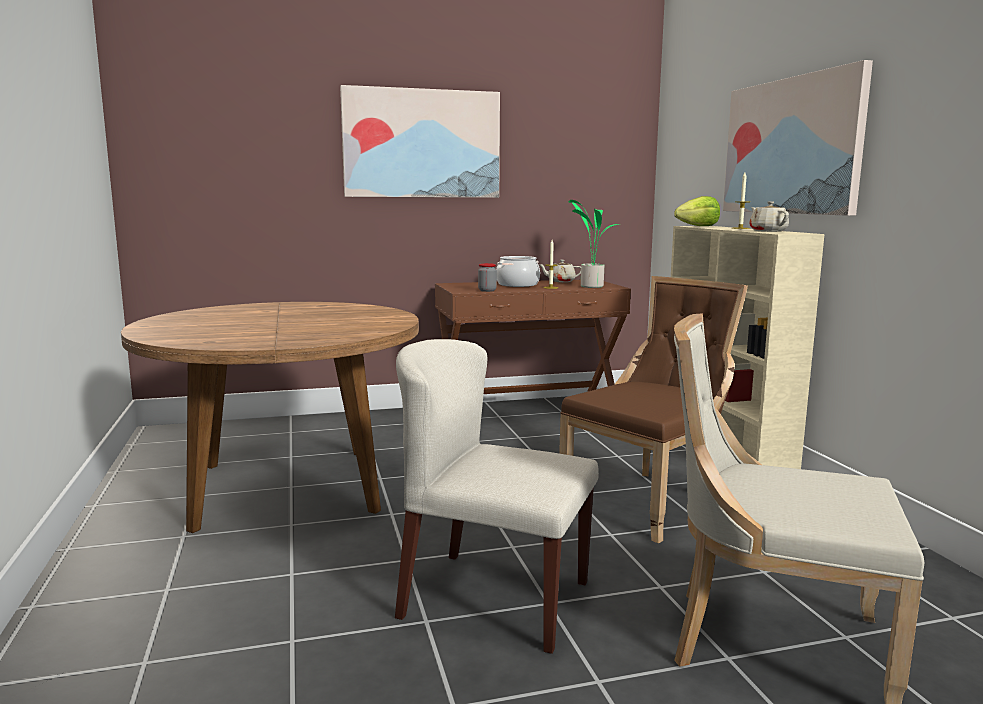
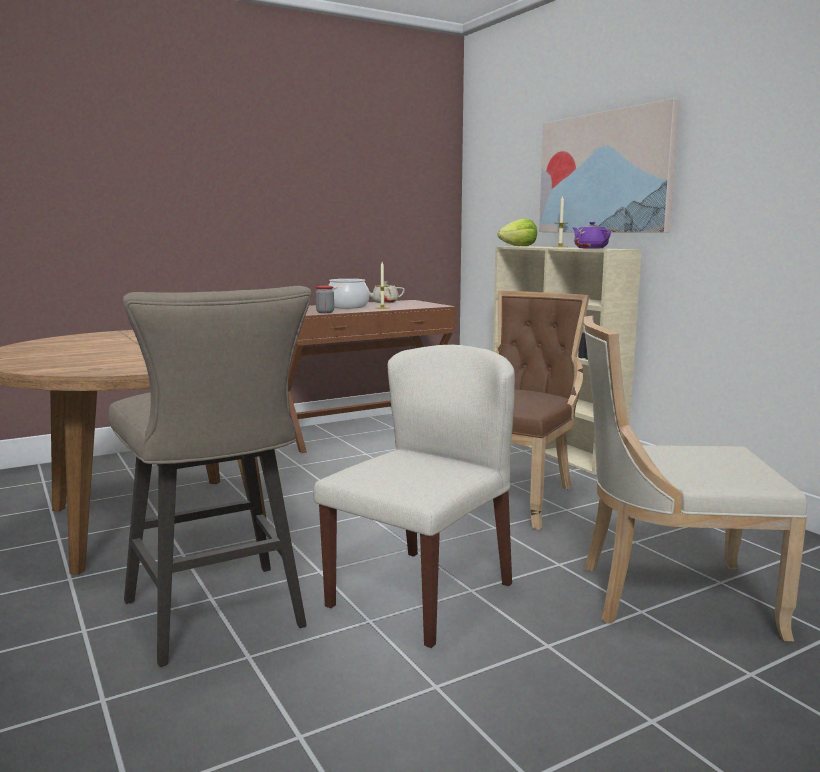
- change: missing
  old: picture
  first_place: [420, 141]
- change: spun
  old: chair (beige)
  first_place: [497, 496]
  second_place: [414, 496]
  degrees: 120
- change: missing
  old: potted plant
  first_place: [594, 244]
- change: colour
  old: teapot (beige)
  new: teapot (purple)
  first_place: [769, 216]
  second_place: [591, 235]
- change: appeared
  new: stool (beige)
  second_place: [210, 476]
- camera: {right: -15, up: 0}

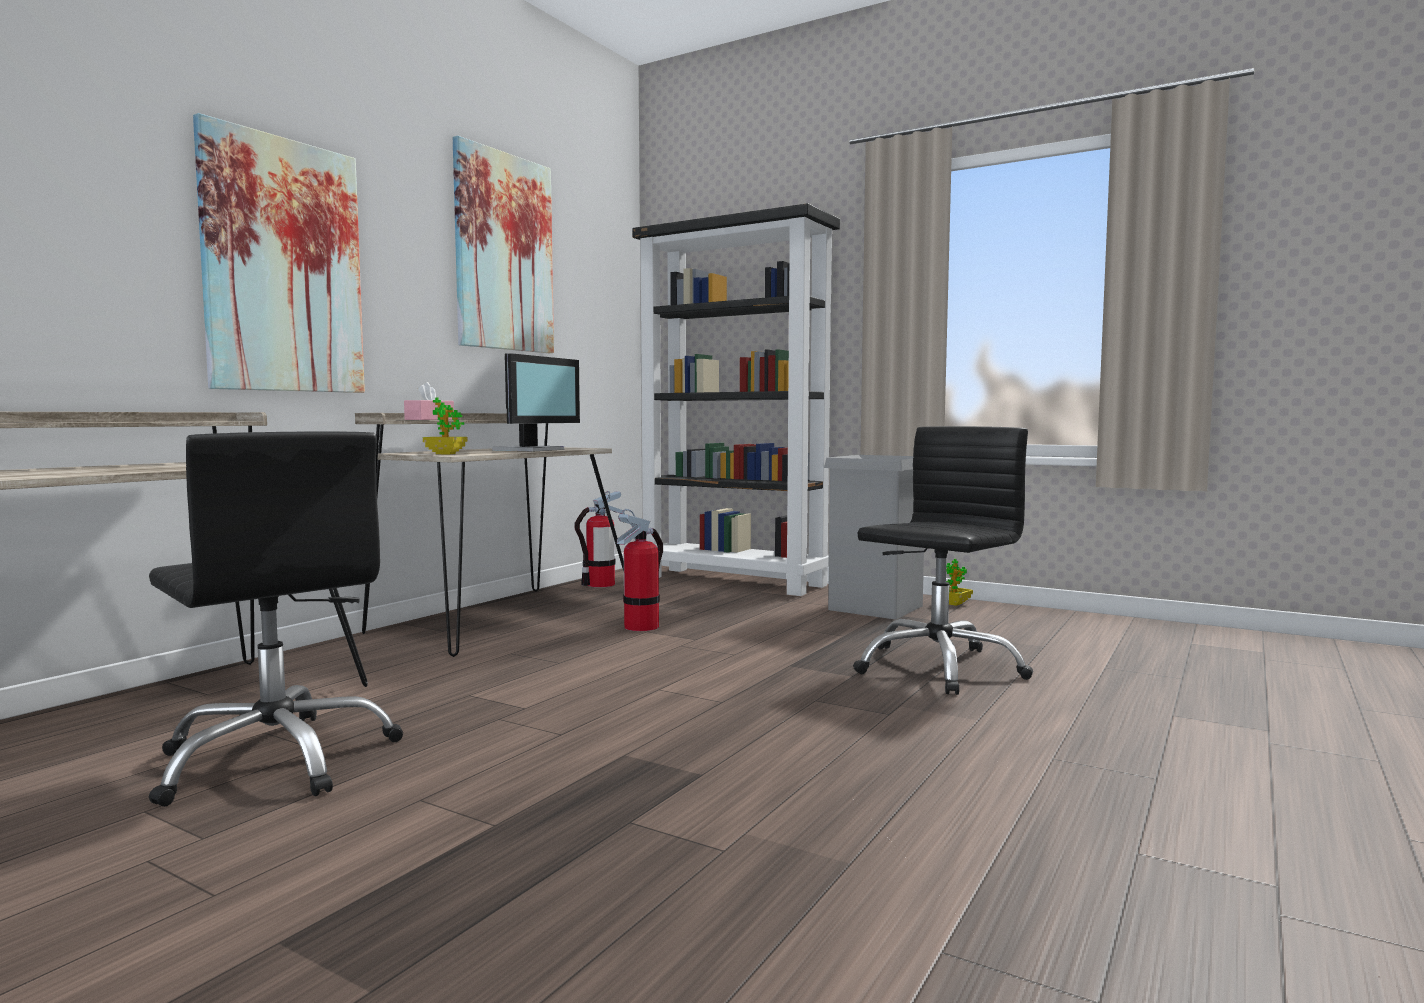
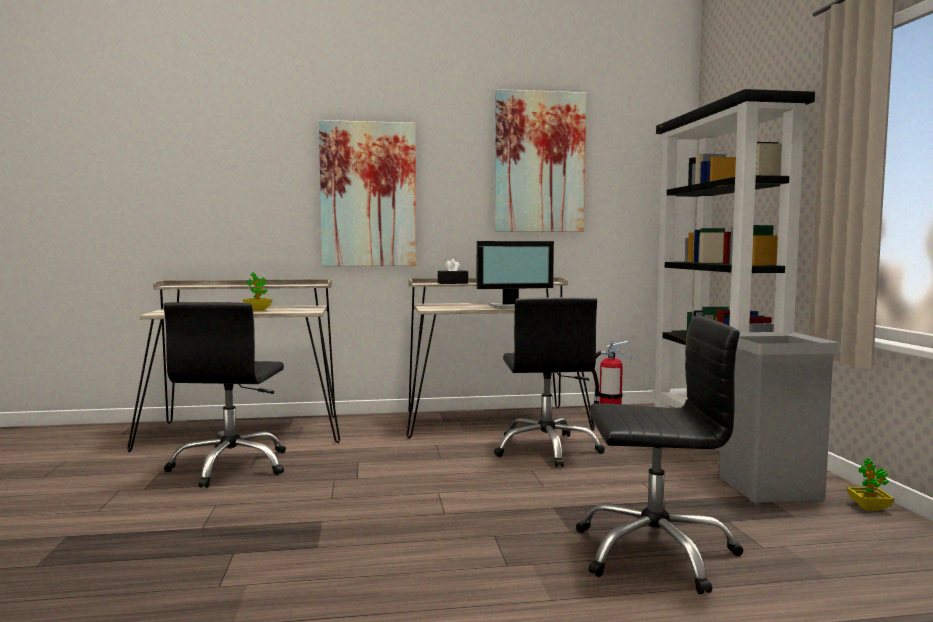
- change: colour
  old: tissue box (pink)
  new: tissue box (black)
  first_place: [429, 401]
  second_place: [453, 271]
- change: relocated
  old: potted plant
  first_place: [445, 425]
  second_place: [257, 291]
- change: exchanged
  old: fire extinguisher
  new: office chair (black)
  first_place: [640, 570]
  second_place: [549, 382]
- camera: {right: 50, up: 0}

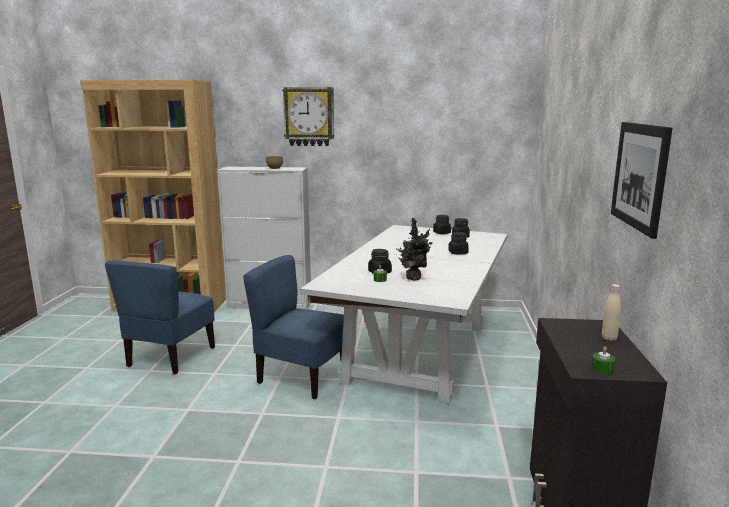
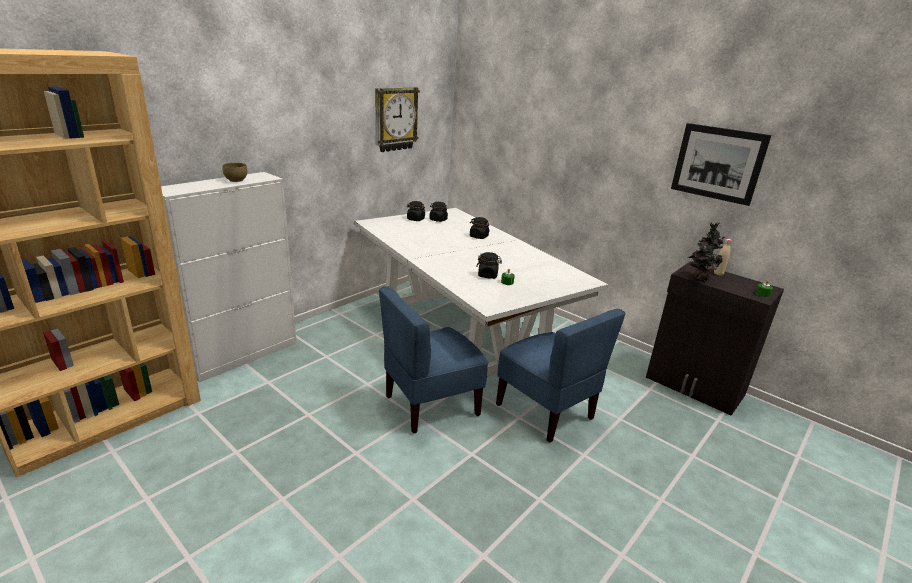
- change: relocated
  old: chair (blue)
  first_place: [160, 317]
  second_place: [560, 376]
- change: relocated
  old: wall clock
  first_place: [308, 116]
  second_place: [397, 119]
- change: relocated
  old: potted plant
  first_place: [414, 249]
  second_place: [706, 251]
- camera: {right: -55, up: 10}

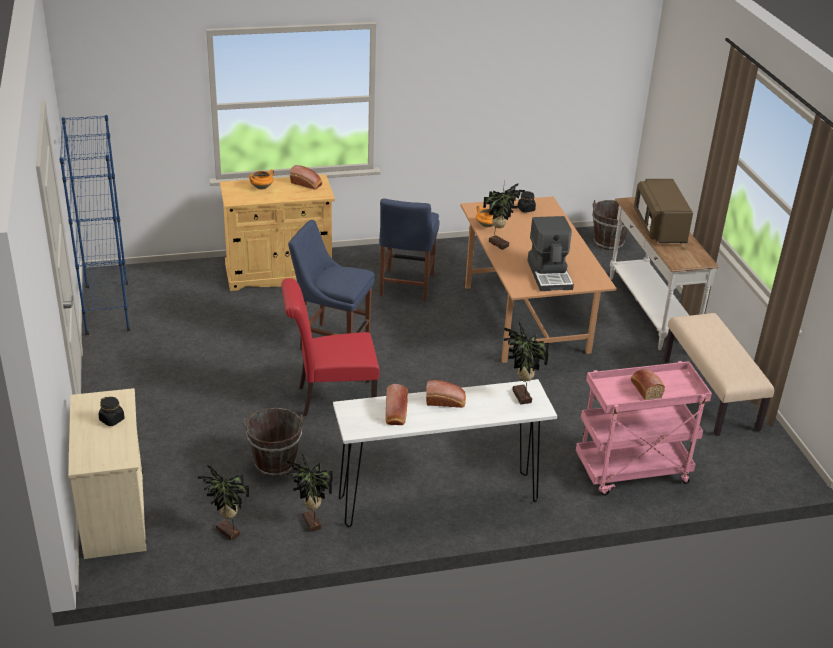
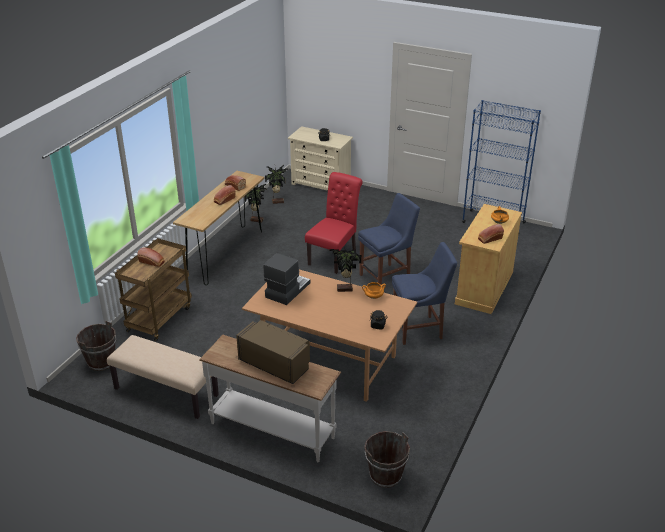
- change: relocated
  old: bucket (brown)
  first_place: [274, 442]
  second_place: [96, 346]
- change: colour
  old: console table (white)
  new: console table (brown)
  first_place: [445, 453]
  second_place: [218, 228]
- change: spun
  old: chair (blue)
  first_place: [409, 249]
  second_place: [424, 293]
  degrees: 120
- change: missing
  old: potted plant
  first_place: [526, 363]
- change: spun
  old: coffee machine
  first_place: [551, 253]
  second_place: [286, 279]
  degrees: 90
- change: colour
  old: cart (pink)
  new: cart (brown)
  first_place: [644, 428]
  second_place: [153, 289]
- camera: {right: 130, up: 0}

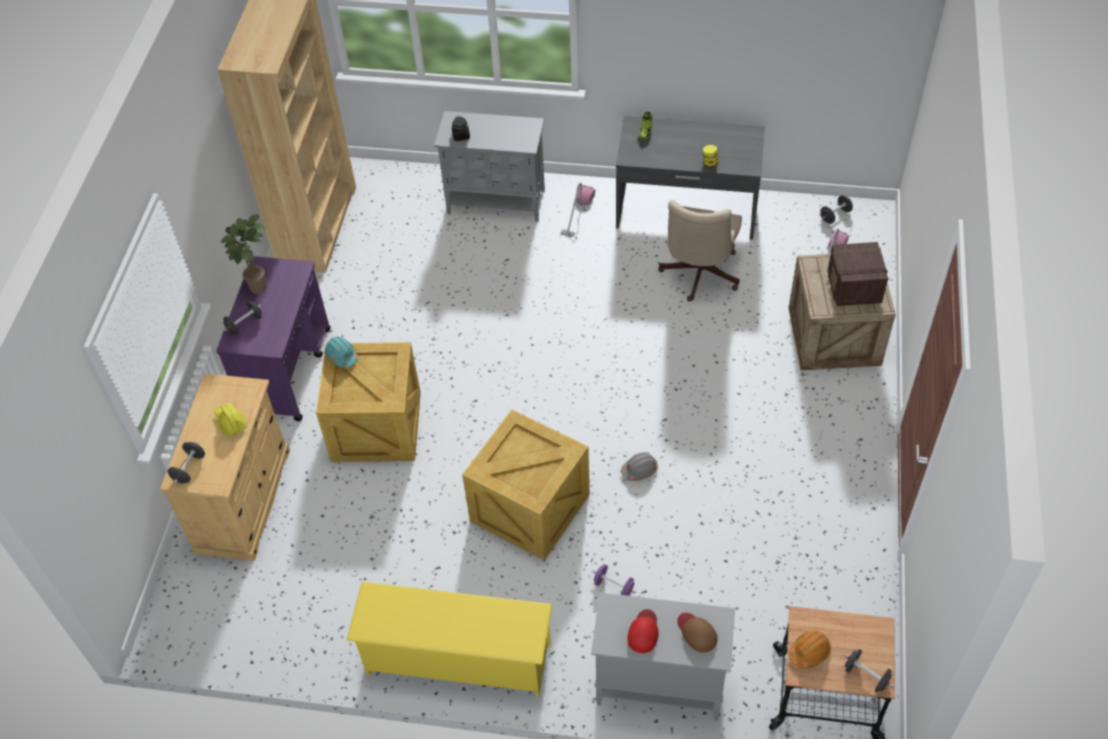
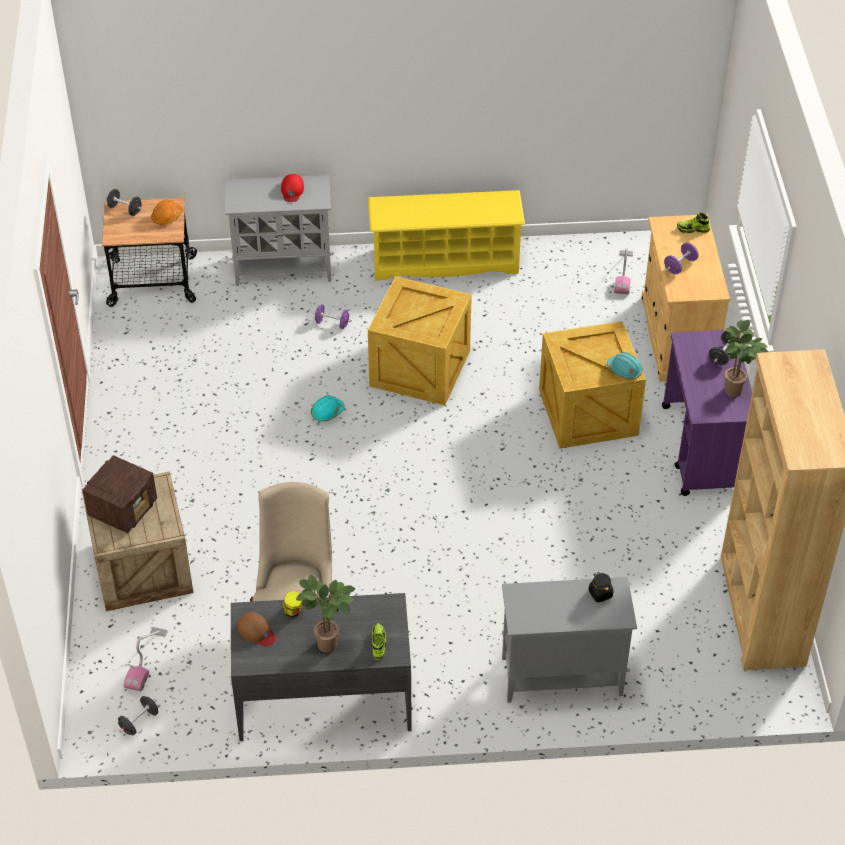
- change: exchanged
  old: dumbbell (black)
  new: shoe
  first_place: [186, 463]
  second_place: [693, 222]
- change: exchanged
  old: hard hat (yellow)
  new: dumbbell (purple)
  first_place: [230, 419]
  second_place: [681, 258]
- change: relocated
  old: vacuum cleaner
  first_place: [578, 209]
  second_place: [623, 271]
- change: colour
  old: hard hat (grey)
  new: hard hat (turquoise)
  first_place: [639, 466]
  second_place: [328, 408]
- change: relocated
  old: cap (brown)
  first_place: [697, 633]
  second_place: [256, 629]
- change: spun
  old: radio
  first_place: [858, 274]
  second_place: [119, 494]
  degrees: 45
- change: appeared
  new: potted plant
  second_place: [325, 614]
- camera: {right: 165, up: -5}

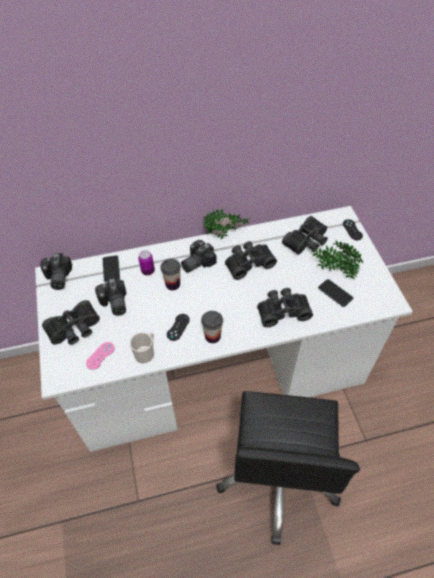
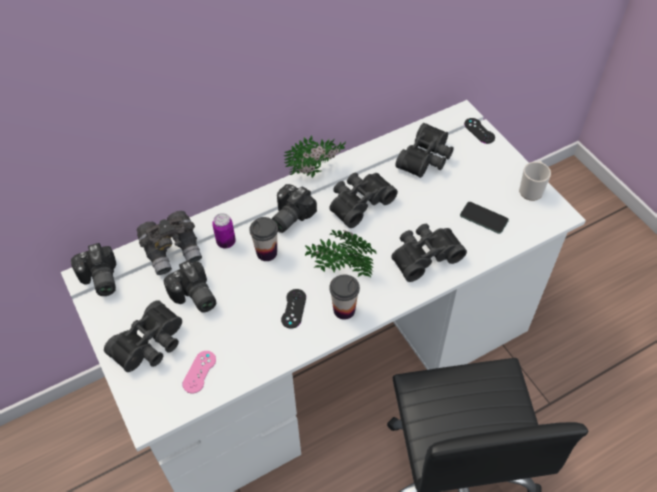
- change: exchanged
  old: phone
  new: binoculars (grey)
  first_place: [111, 268]
  second_place: [169, 243]
- change: relocated
  old: mug
  first_place: [142, 347]
  second_place: [535, 181]
- change: relocated
  old: potted plant
  first_place: [337, 260]
  second_place: [340, 253]
- camera: {right: -15, up: 0}

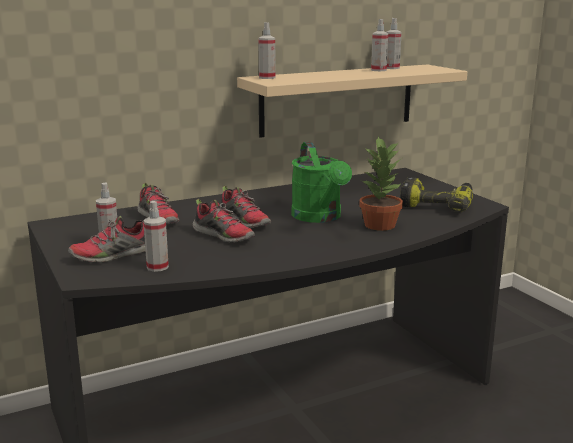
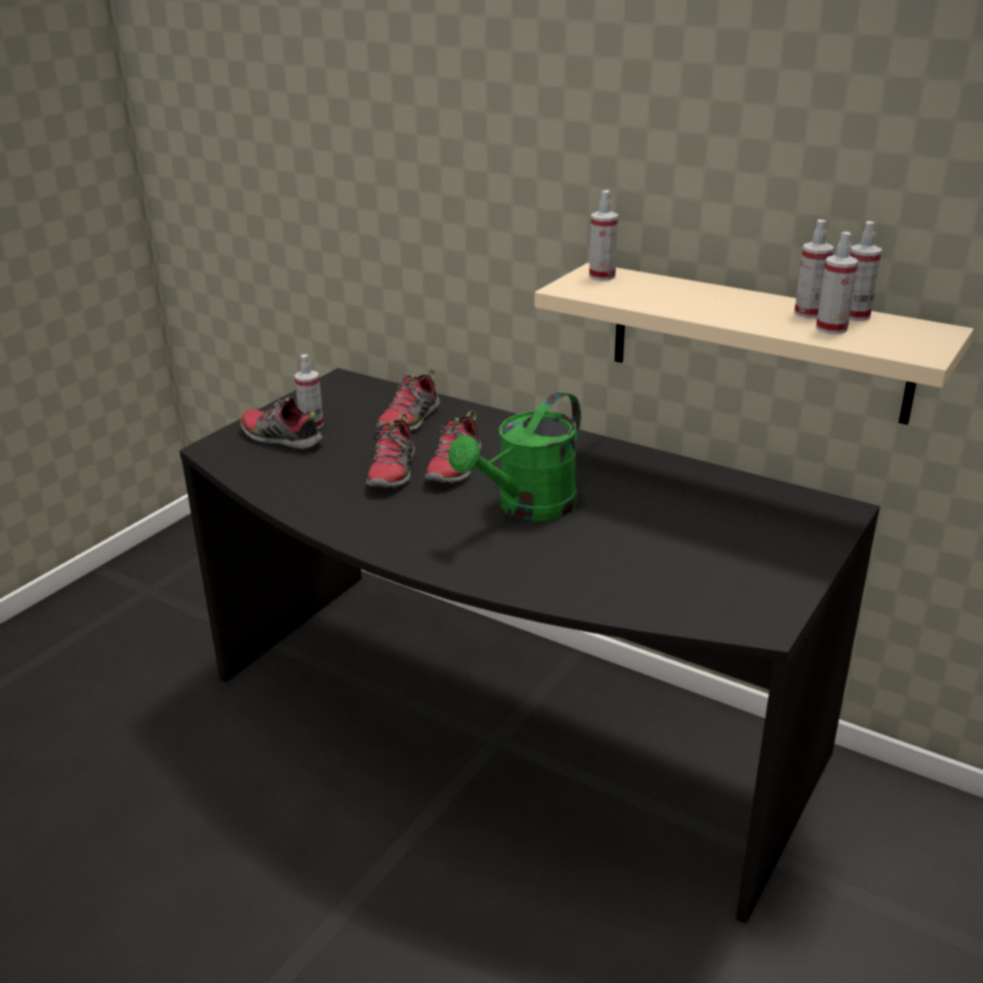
- change: relocated
  old: spray bottle
  first_place: [156, 236]
  second_place: [837, 283]
- change: missing
  old: potted plant
  first_place: [381, 183]
- change: missing
  old: power drill
  first_place: [436, 194]
- camera: {right: 60, up: 10}

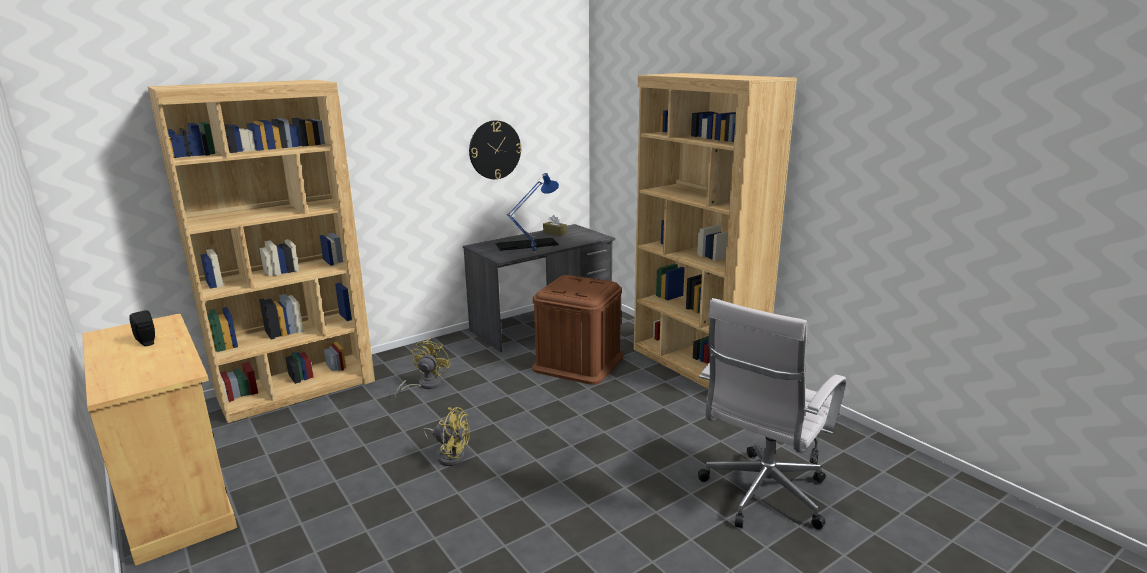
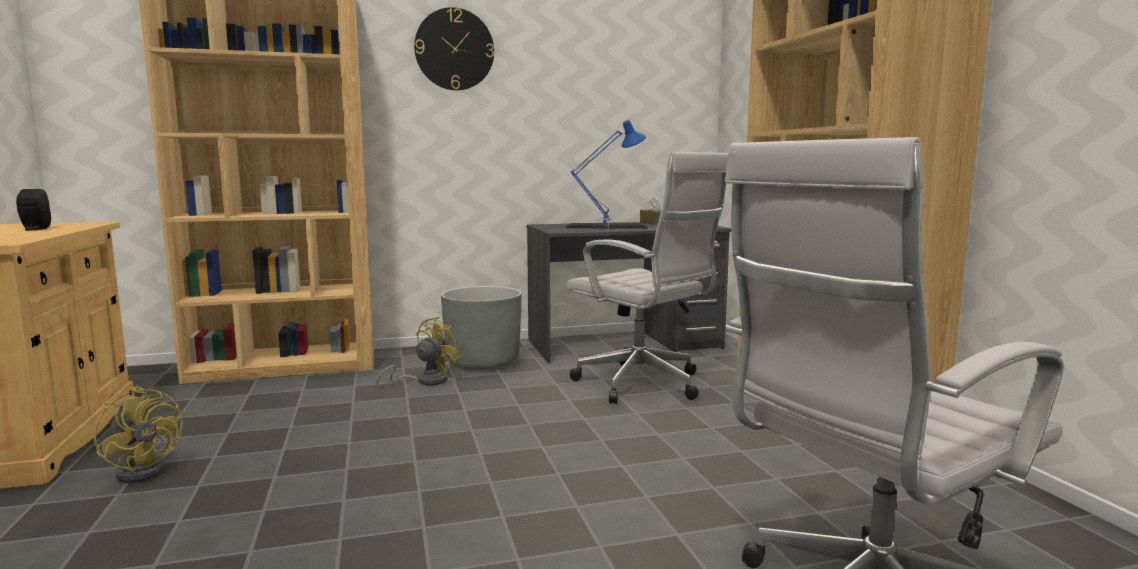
- change: relocated
  old: fan (yellow)
  first_place: [446, 436]
  second_place: [138, 434]
- change: relocated
  old: wall clock
  first_place: [495, 149]
  second_place: [454, 48]
- change: exchanged
  old: storage box (brown)
  new: office chair (white)
  first_place: [577, 330]
  second_place: [647, 278]
- change: appeared
  new: planter (grey)
  second_place: [481, 328]
- camera: {right: 20, up: -10}

